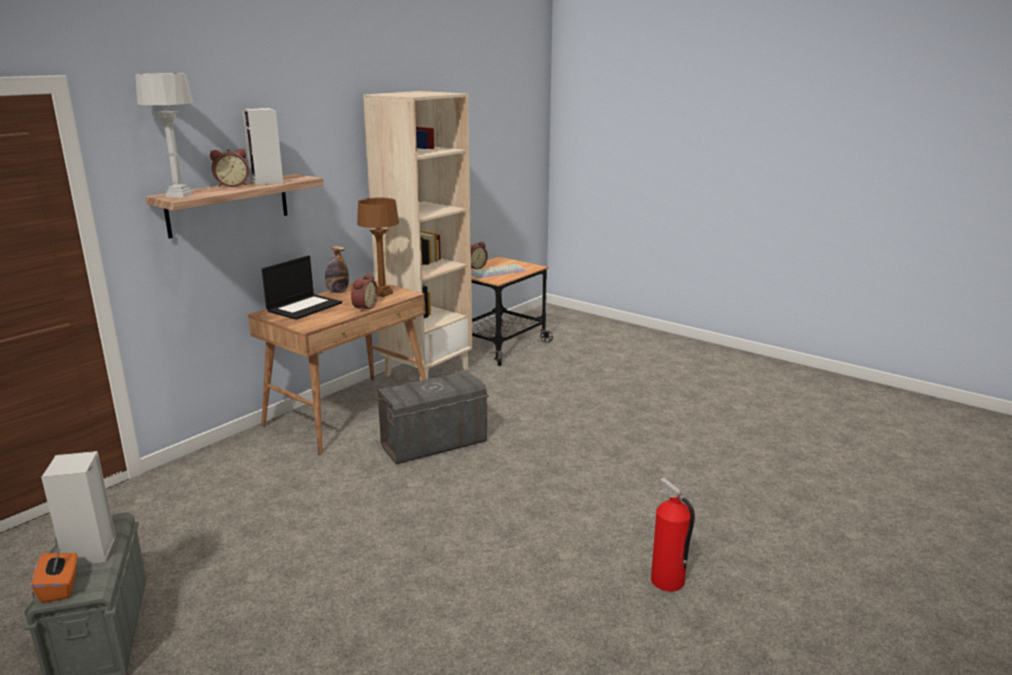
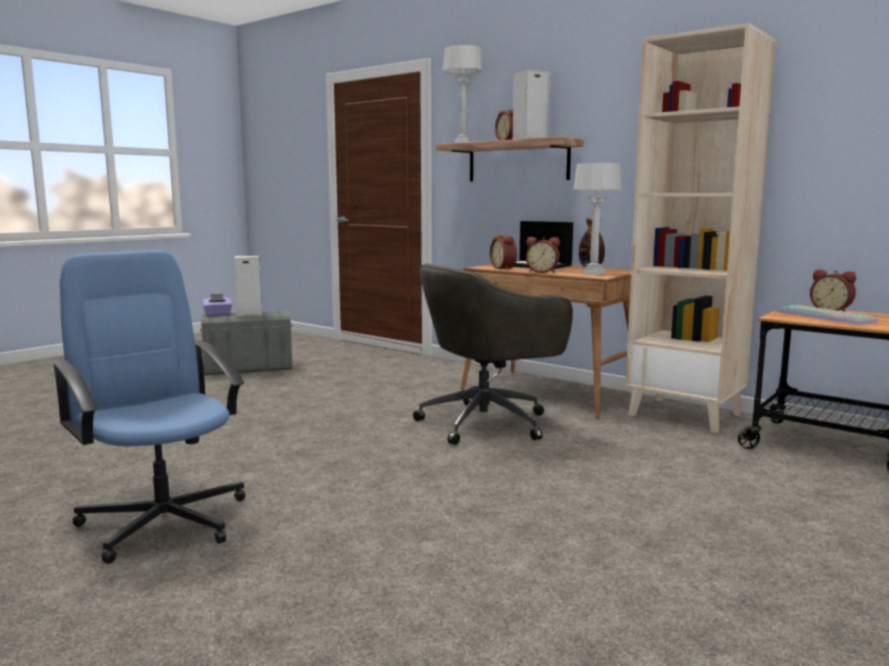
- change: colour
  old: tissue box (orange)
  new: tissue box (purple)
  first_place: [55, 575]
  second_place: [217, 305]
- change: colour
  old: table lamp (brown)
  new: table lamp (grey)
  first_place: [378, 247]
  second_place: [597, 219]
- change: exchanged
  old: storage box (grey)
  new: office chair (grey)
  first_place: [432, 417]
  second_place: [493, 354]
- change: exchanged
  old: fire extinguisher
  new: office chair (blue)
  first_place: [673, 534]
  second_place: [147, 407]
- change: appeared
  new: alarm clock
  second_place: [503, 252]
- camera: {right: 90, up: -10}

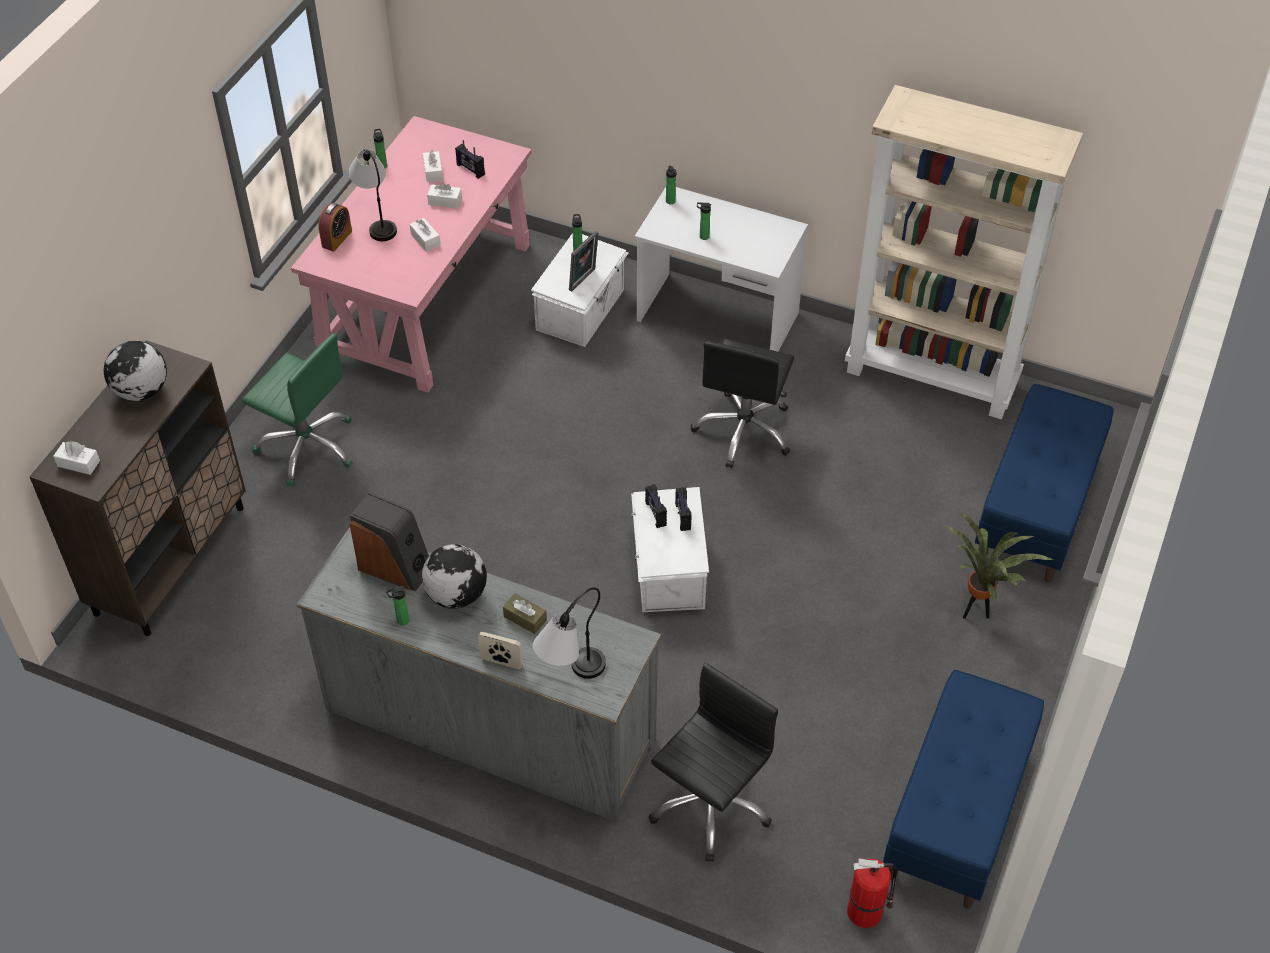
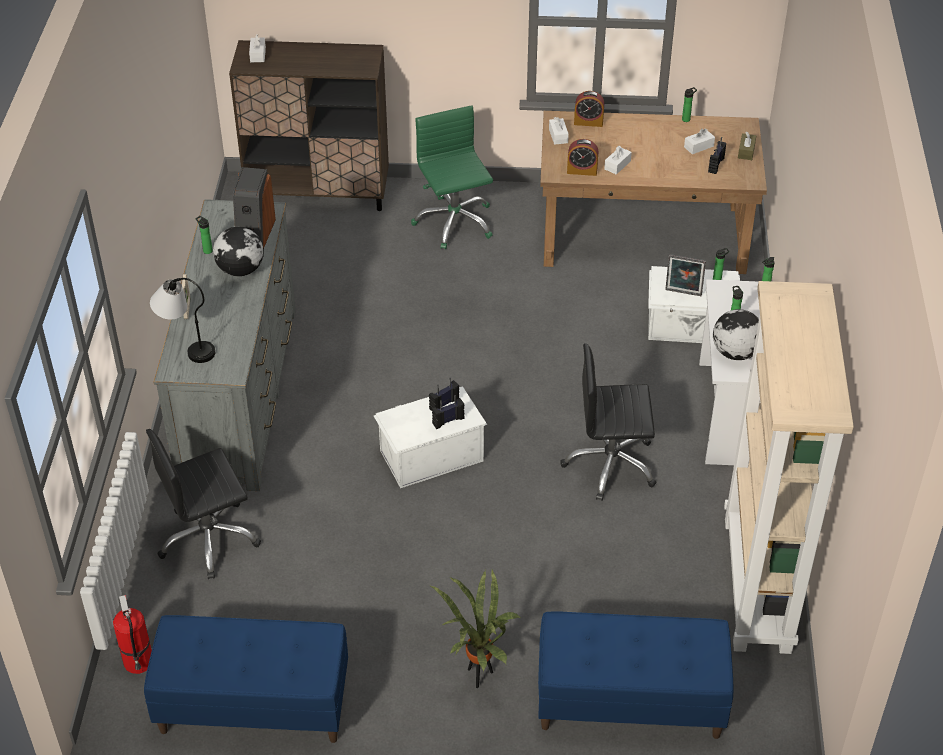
- change: relocated
  old: globe
  first_place: [135, 371]
  second_place: [736, 334]
- change: spun
  old: office chair (green)
  first_place: [297, 410]
  second_place: [452, 177]
  degrees: 150
- change: colour
  old: desk (pink)
  new: desk (brown)
  first_place: [411, 254]
  second_place: [653, 192]
- change: missing
  old: table lamp
  first_place: [373, 195]
- change: relocated
  old: tissue box (white)
  first_place: [444, 195]
  second_place: [559, 131]
- change: relocated
  old: tissue box (brown)
  first_place: [525, 613]
  second_place: [747, 146]
- change: spun
  old: office chair (black)
  first_place: [713, 762]
  second_place: [203, 504]
  degrees: 135
- change: appeared
  new: alarm clock
  second_place: [582, 157]
- camera: {right: 70, up: -5}

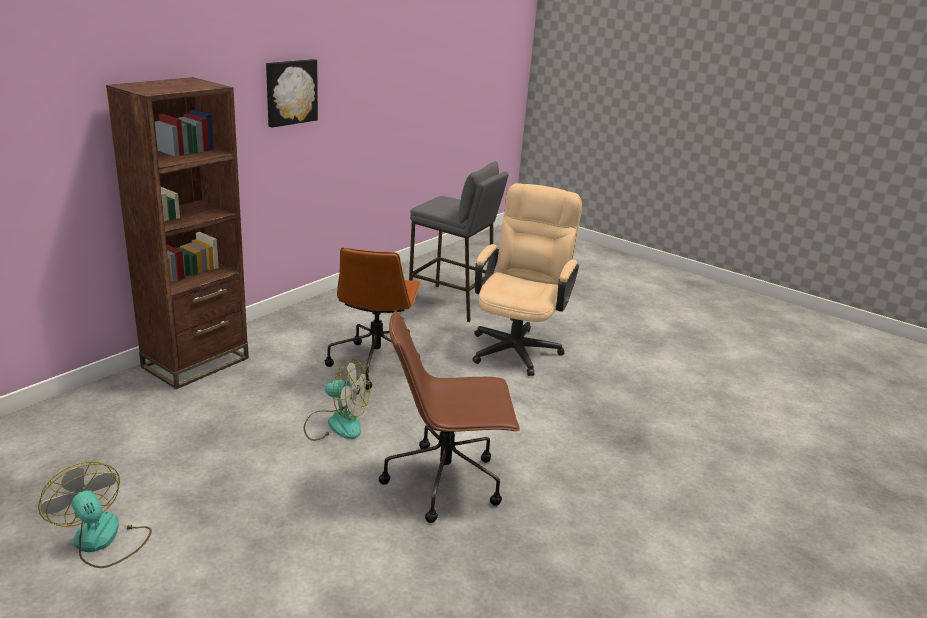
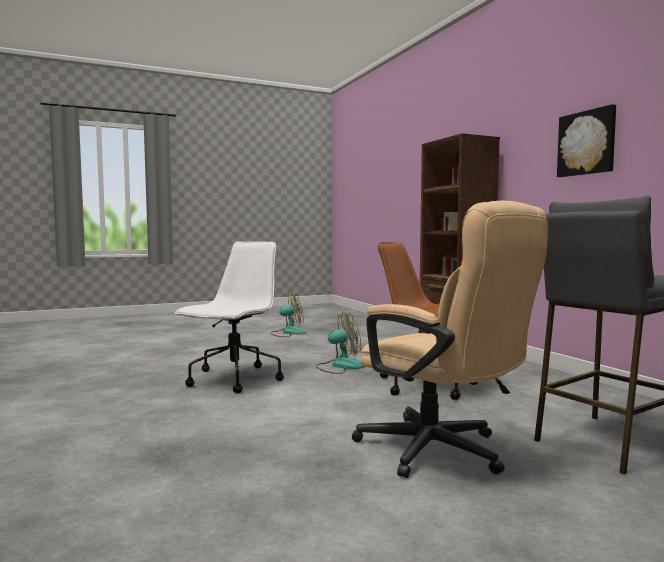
- change: spun
  old: fan
  first_place: [337, 400]
  second_place: [340, 343]
  degrees: -150
- change: colour
  old: office chair (brown)
  new: office chair (white)
  first_place: [449, 416]
  second_place: [229, 317]
- camera: {right: 120, up: -20}

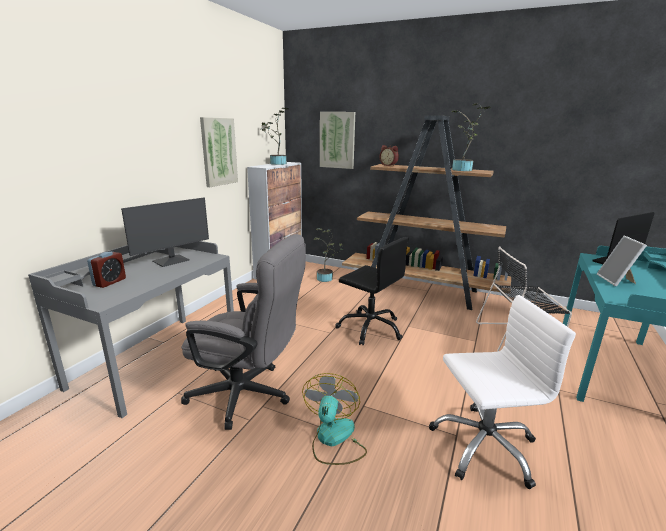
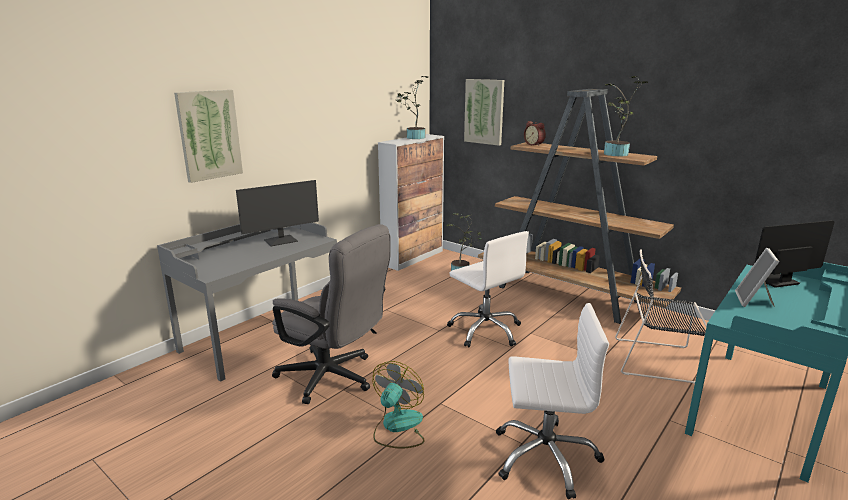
- change: missing
  old: alarm clock
  first_place: [106, 270]
- change: relocated
  old: picture
  first_place: [219, 152]
  second_place: [208, 136]
- change: colour
  old: office chair (black)
  new: office chair (white)
  first_place: [372, 291]
  second_place: [488, 289]
- camera: {right: 15, up: 0}

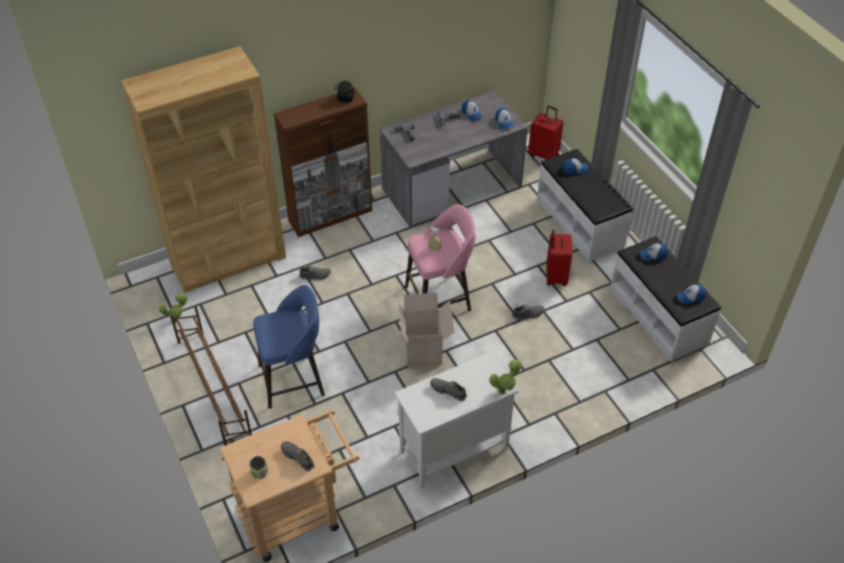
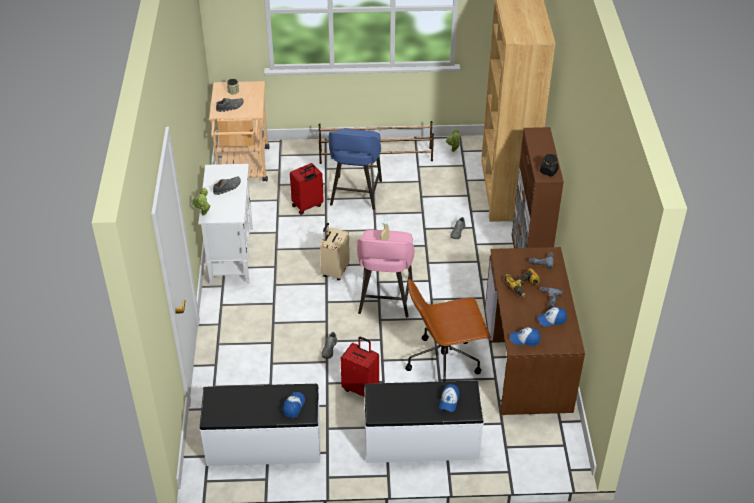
- change: colour
  old: desk (grey)
  new: desk (brown)
  first_place: [454, 159]
  second_place: [535, 331]
- change: exchanged
  old: cardboard box
  new: suitcase (beige)
  first_place: [426, 330]
  second_place: [335, 251]
- change: relocated
  old: suitcase (red)
  first_place: [546, 132]
  second_place: [307, 189]
- change: missing
  old: cap
  first_place: [691, 294]
- change: appeared
  new: office chair (brown)
  second_place: [448, 330]
- change: appeared
  new: power drill
  second_place: [522, 282]
- camera: {right: 115, up: -5}

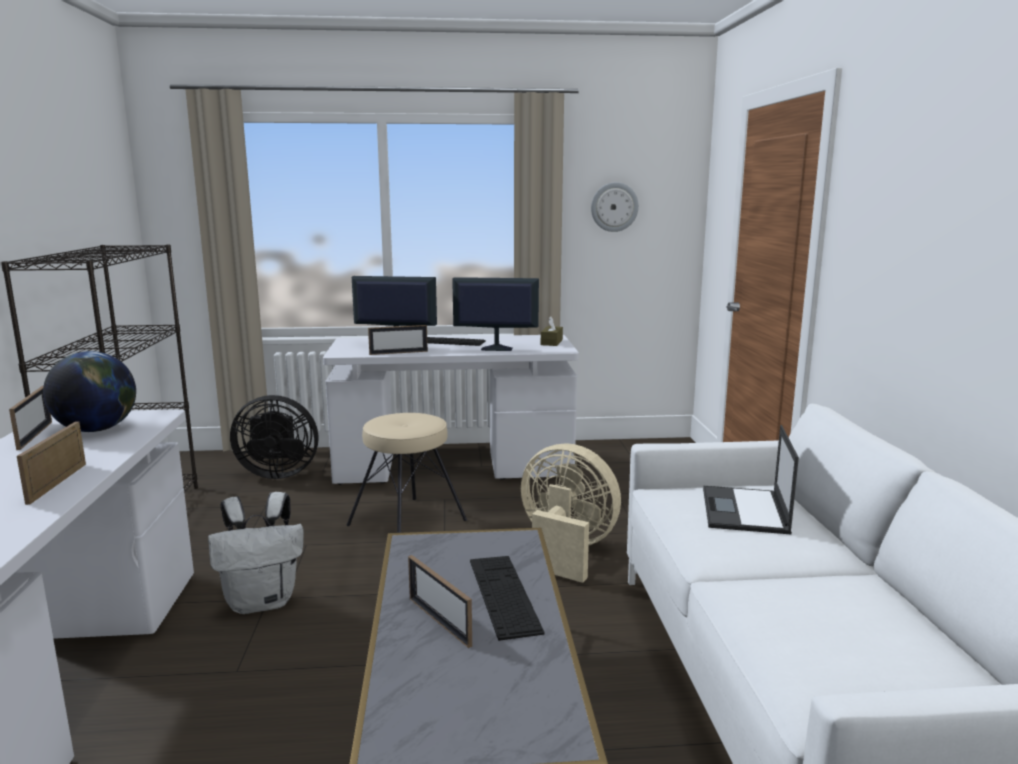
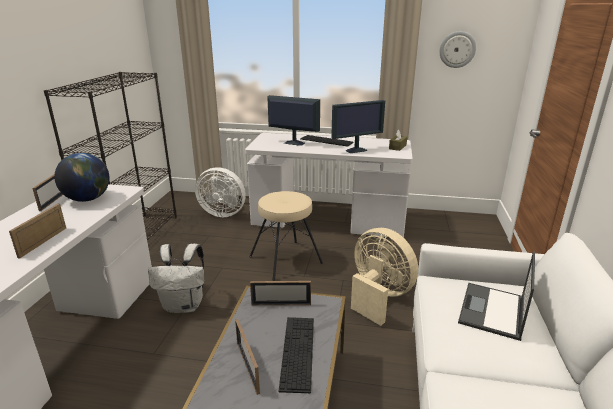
- change: colour
  old: fan (black)
  new: fan (white)
  first_place: [274, 437]
  second_place: [220, 192]
- change: relocated
  old: picture frame
  first_place: [398, 340]
  second_place: [280, 293]
- change: spun
  old: monitor
  first_place: [495, 314]
  second_place: [358, 126]
  degrees: 135
- camera: {right: 15, up: 10}

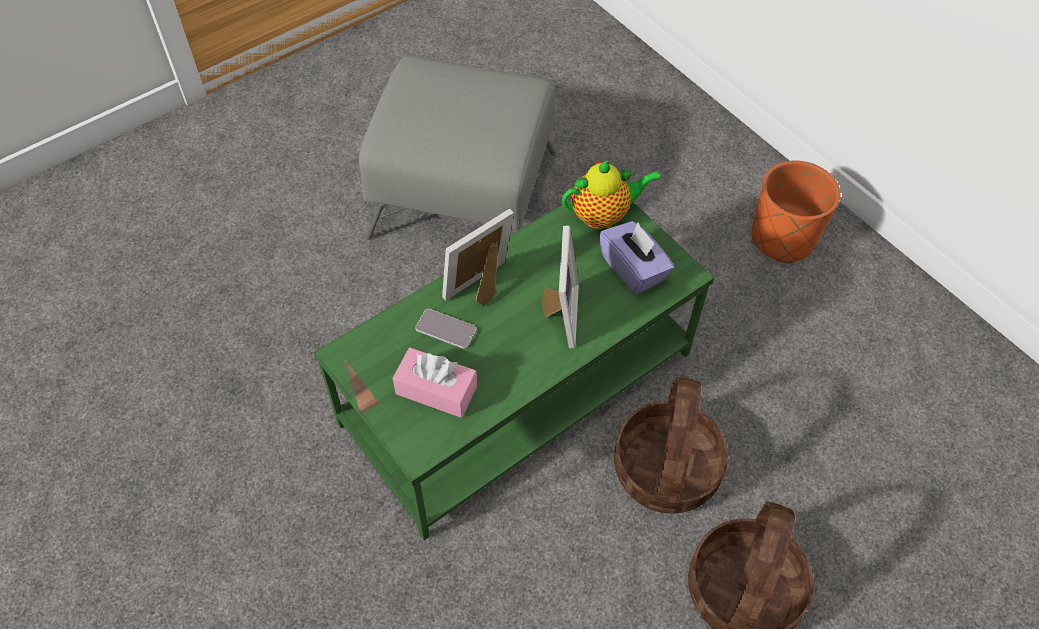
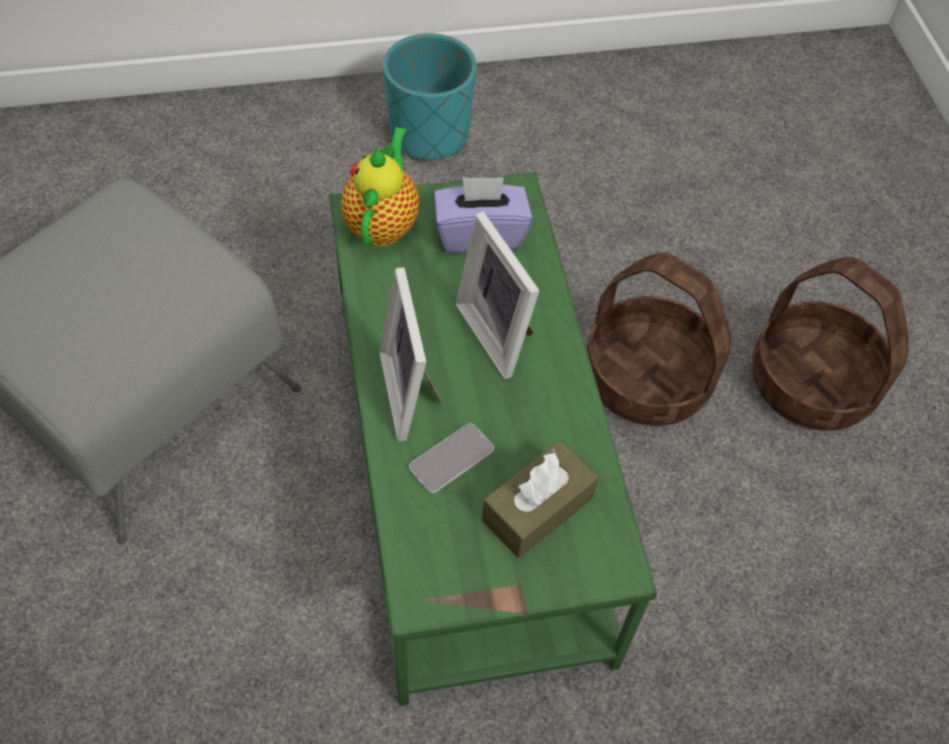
- change: colour
  old: tissue box (pink)
  new: tissue box (brown)
  first_place: [435, 383]
  second_place: [540, 499]
- change: spun
  old: picture frame
  first_place: [560, 287]
  second_place: [497, 295]
  degrees: -150
- change: colour
  old: planter (orange)
  new: planter (turquoise)
  first_place: [796, 211]
  second_place: [430, 96]
- camera: {right: -65, up: 0}

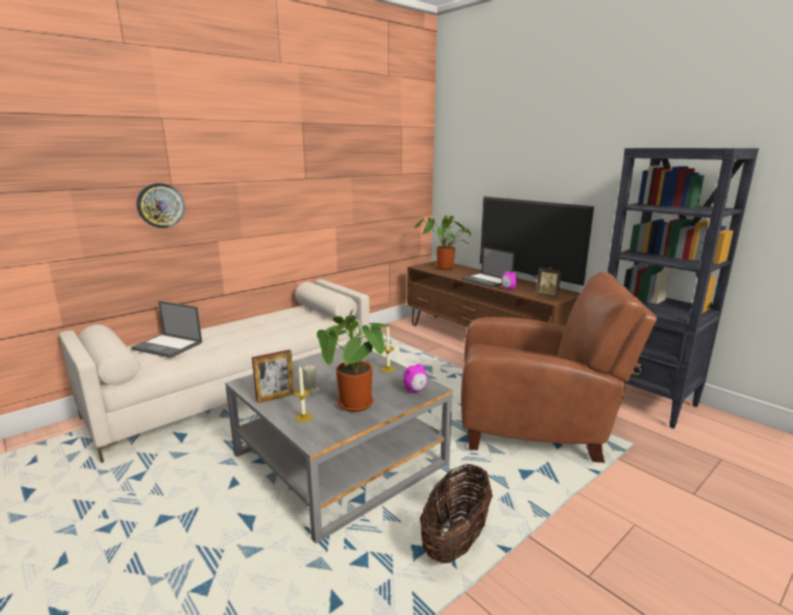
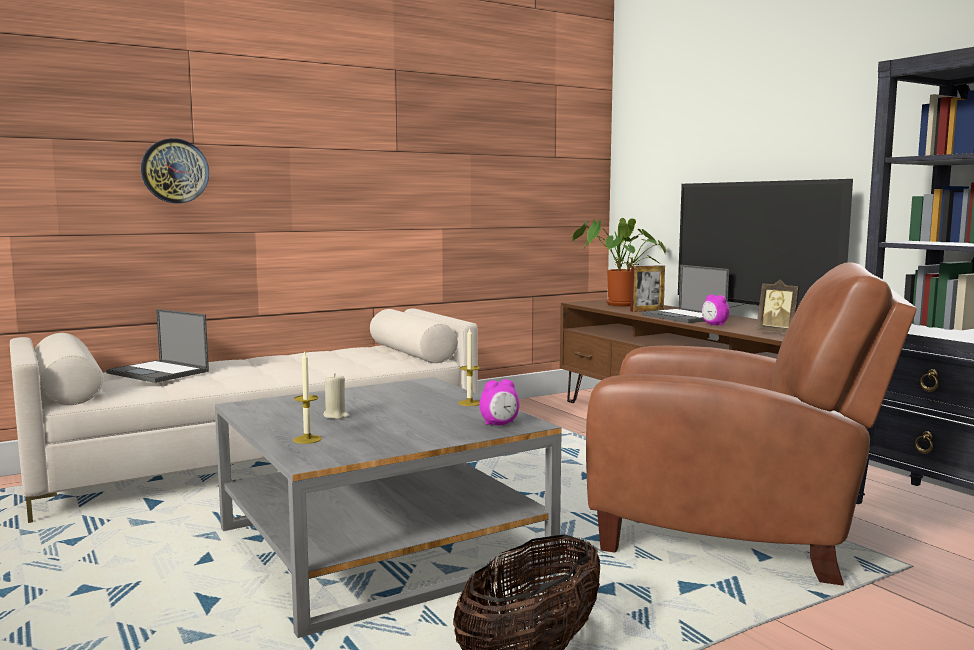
- change: relocated
  old: picture frame
  first_place: [273, 376]
  second_place: [647, 288]
- change: missing
  old: potted plant
  first_place: [353, 360]
- camera: {right: 10, up: -10}

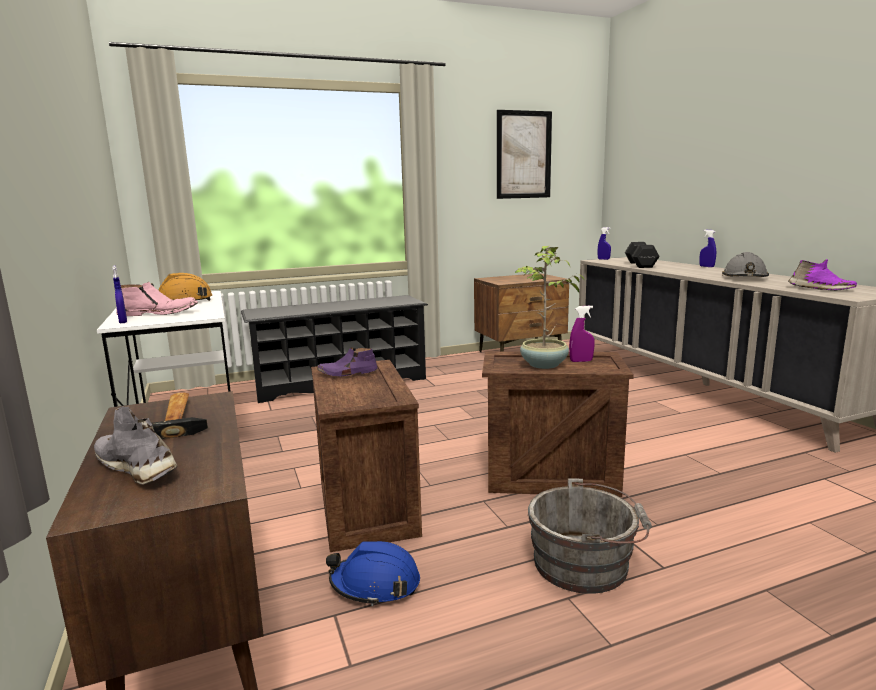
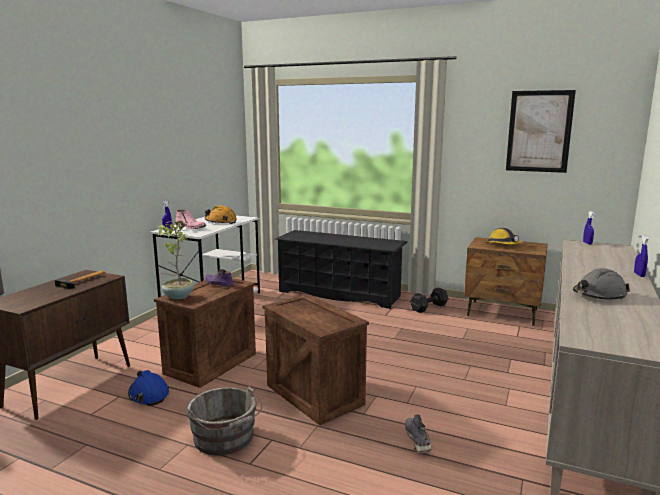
- change: relocated
  old: shoe (grey)
  first_place: [136, 446]
  second_place: [418, 434]
- change: relocated
  old: potted plant
  first_place: [550, 307]
  second_place: [175, 260]
- change: missing
  old: spray bottle (purple)
  first_place: [582, 333]
- change: relocated
  old: dumbbell (black)
  first_place: [642, 255]
  second_place: [429, 300]
- change: missing
  old: shoe (purple)
  first_place: [822, 275]
- change: appeared
  new: hard hat
  second_place: [505, 236]
- camera: {right: 45, up: 0}

